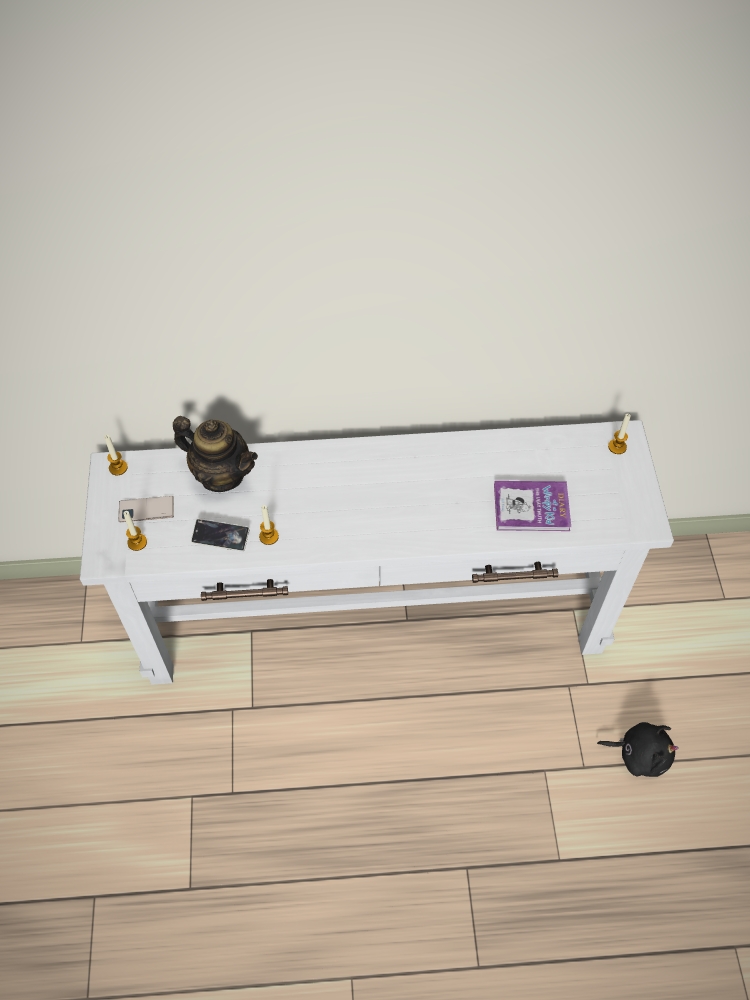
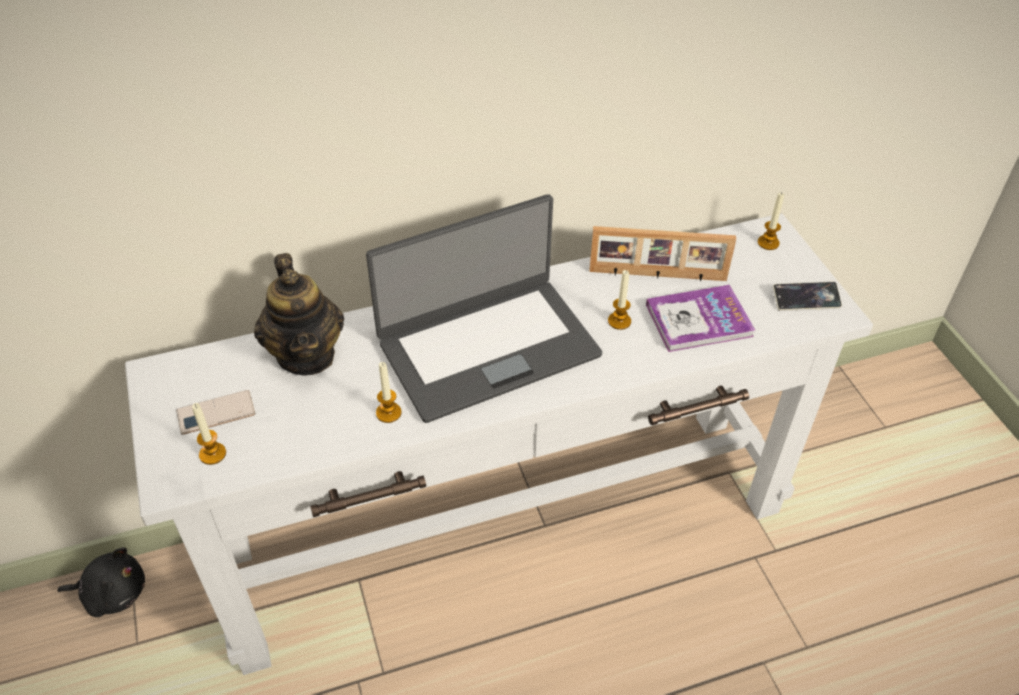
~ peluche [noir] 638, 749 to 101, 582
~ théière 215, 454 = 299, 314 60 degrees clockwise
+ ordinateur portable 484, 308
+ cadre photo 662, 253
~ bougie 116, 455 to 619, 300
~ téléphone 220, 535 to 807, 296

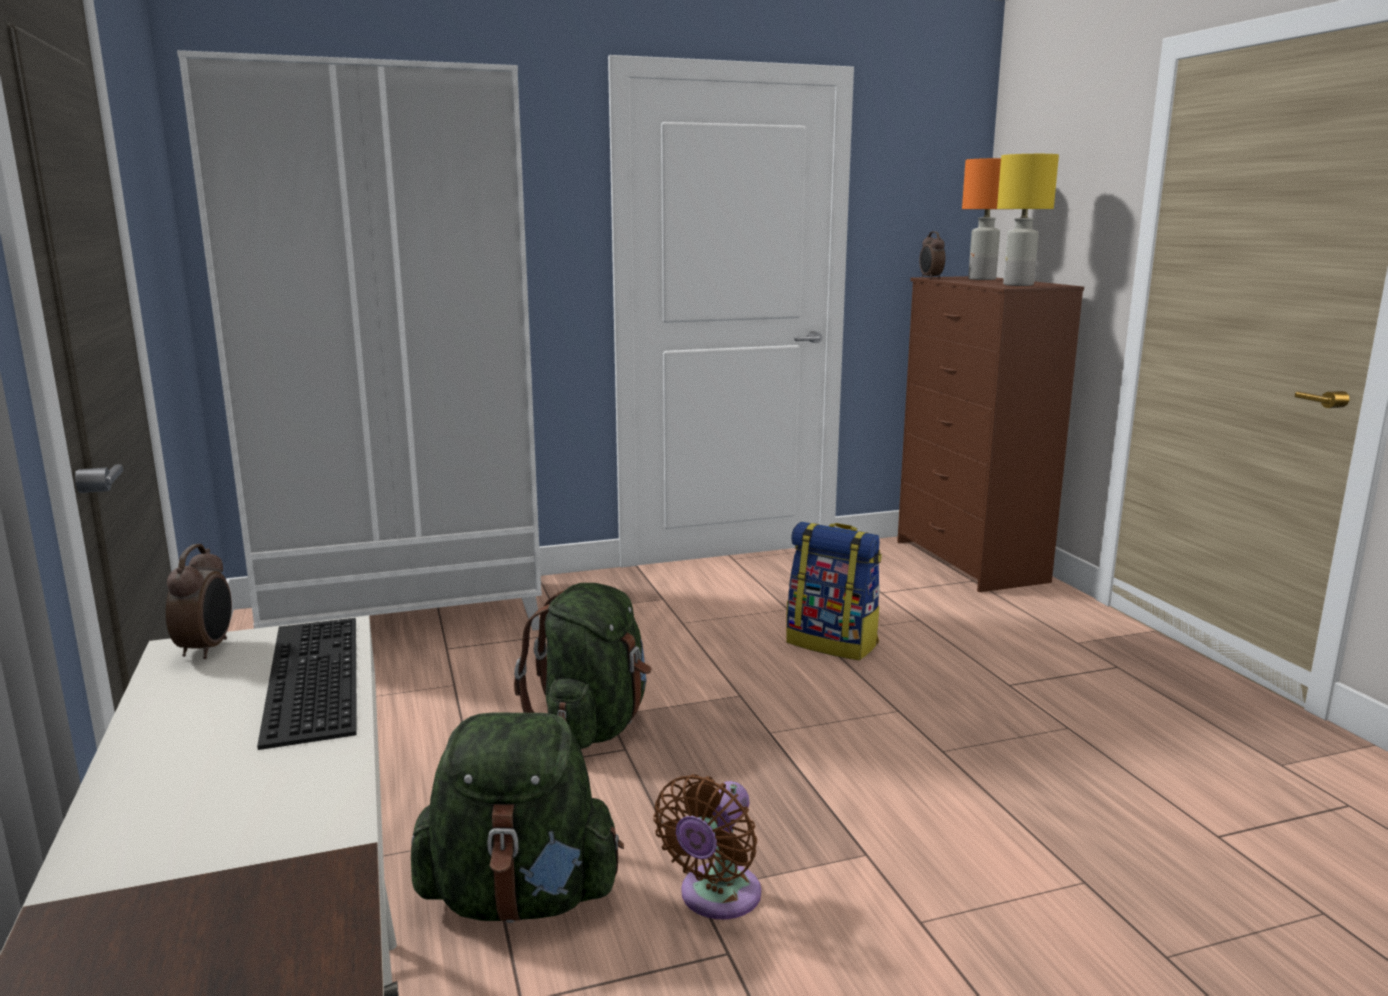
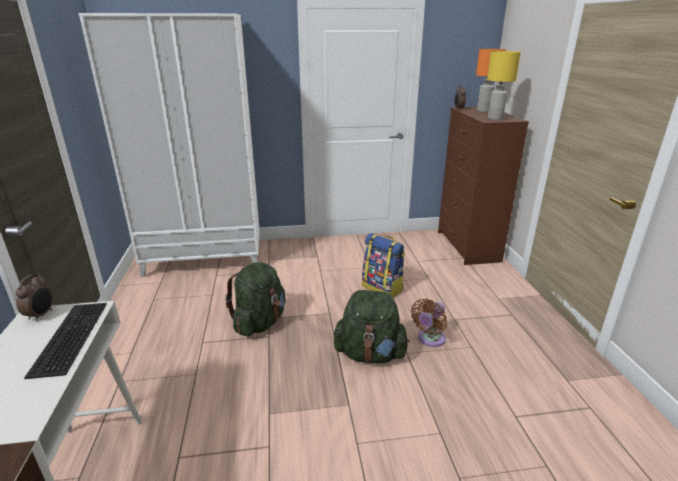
~ sac à dos [vert] 517, 818 to 372, 327
~ ventilateur [marron] 707, 846 to 429, 323

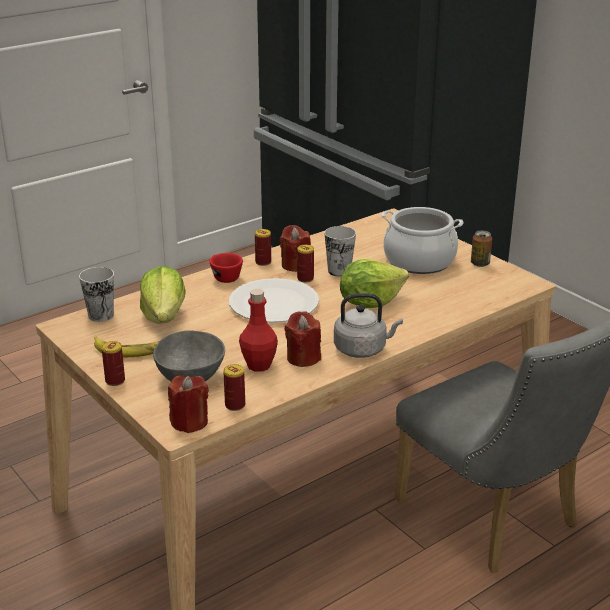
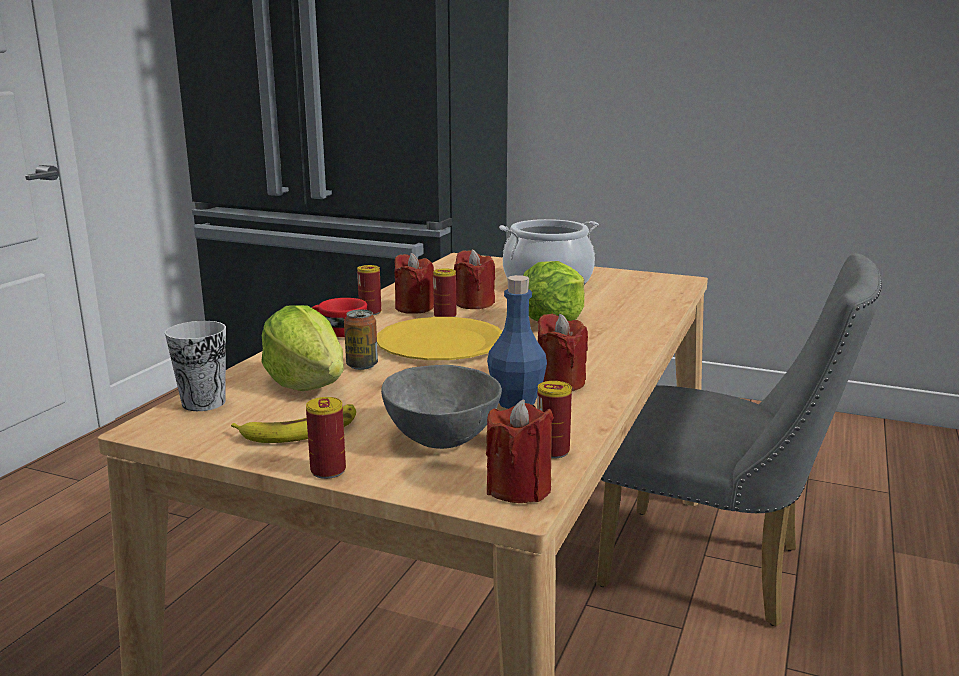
~ boîte métallique 481, 248 to 361, 340
~ assiette [blanc] 274, 300 to assiette [jaune] 439, 338
~ tasse 340, 251 to bougie [rouge] 474, 279
~ bouteille [rouge] 258, 330 to bouteille [bleu] 517, 342
- bouilloire [gris] 368, 325

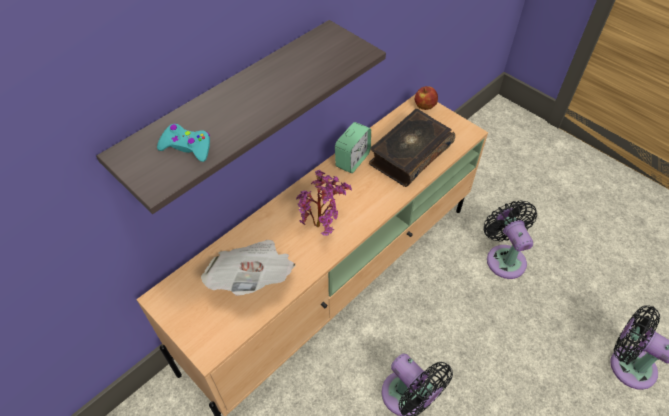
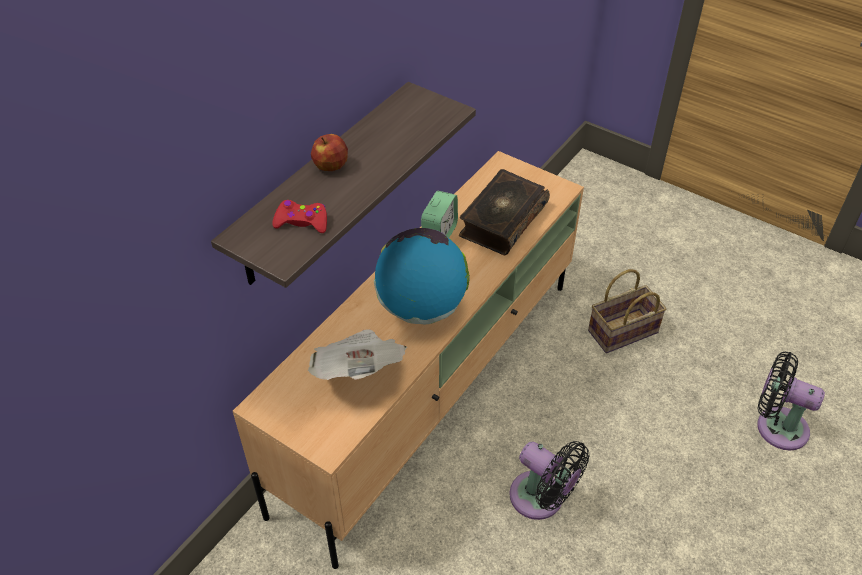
~ manette [turquoise] 183, 143 to manette [rouge] 299, 216
~ pomme 426, 98 to 329, 152
~ plante en pot 324, 203 to globe 422, 276
~ ventilateur [noir] 510, 239 to panier 627, 311

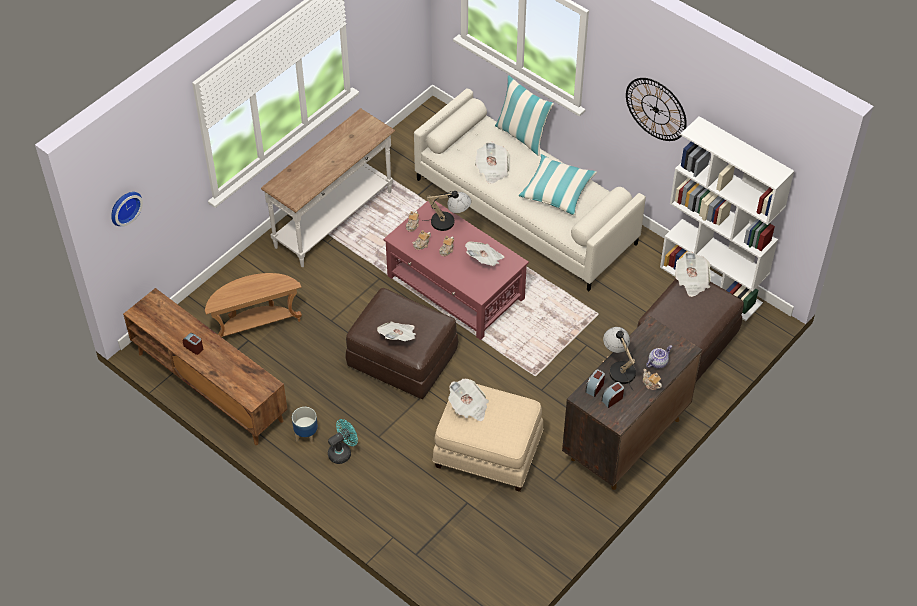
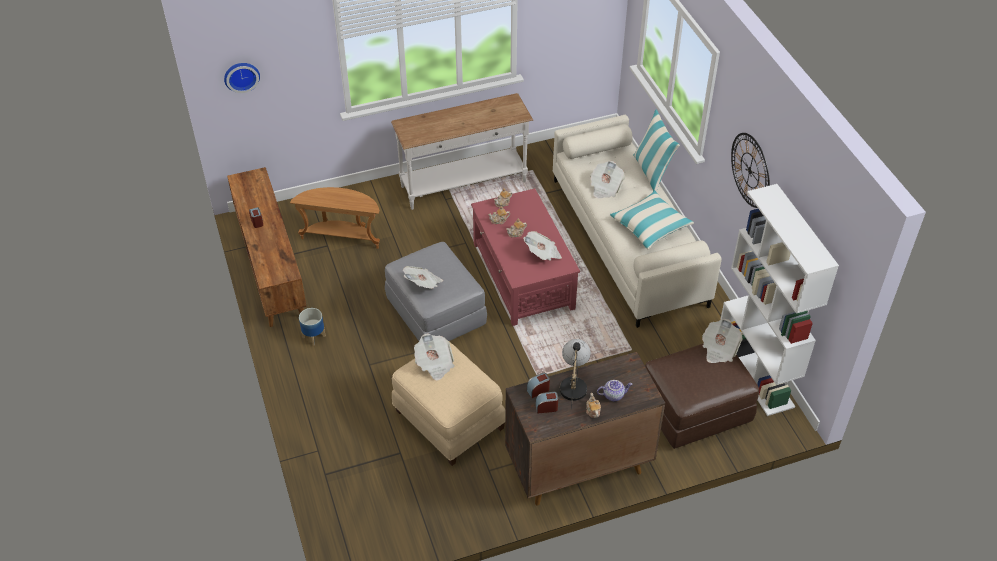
~ pouf [marron] 402, 343 to pouf [gris] 436, 291
- ventilateur [turquoise] 343, 441
- lampe de table 446, 211

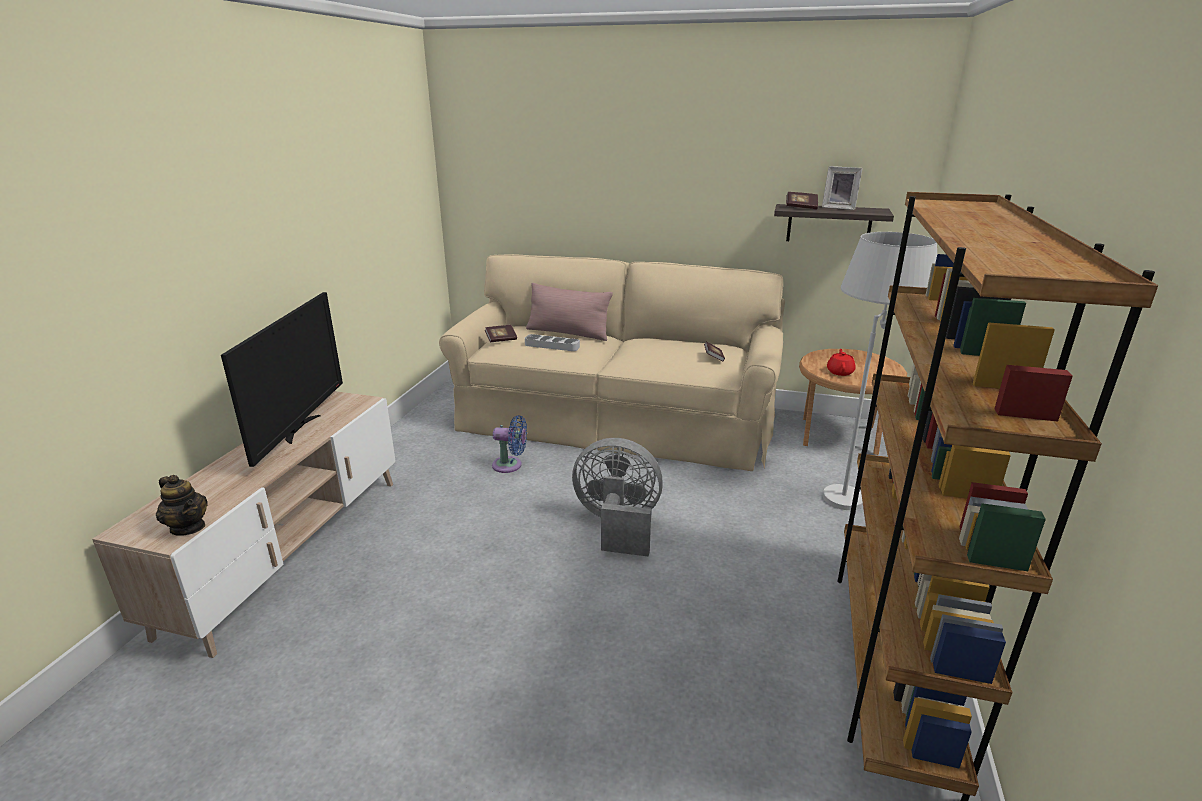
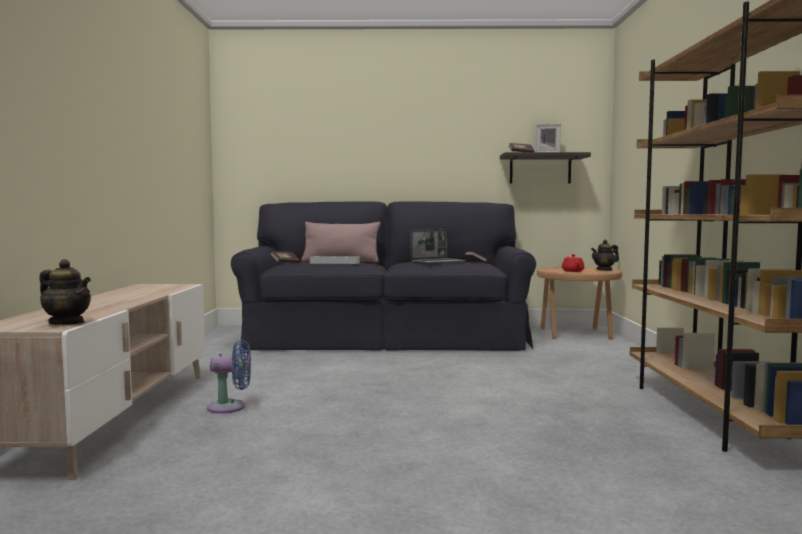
~ ventilateur [bleu] 509, 444 to 229, 377
~ canapé [beige] 612, 362 to canapé [noir] 383, 276
+ ordinateur portable 438, 246
+ théière 605, 255
- téléviseur 282, 379
- ventilateur [gris] 617, 497
- lampadaire [blanc] 880, 371

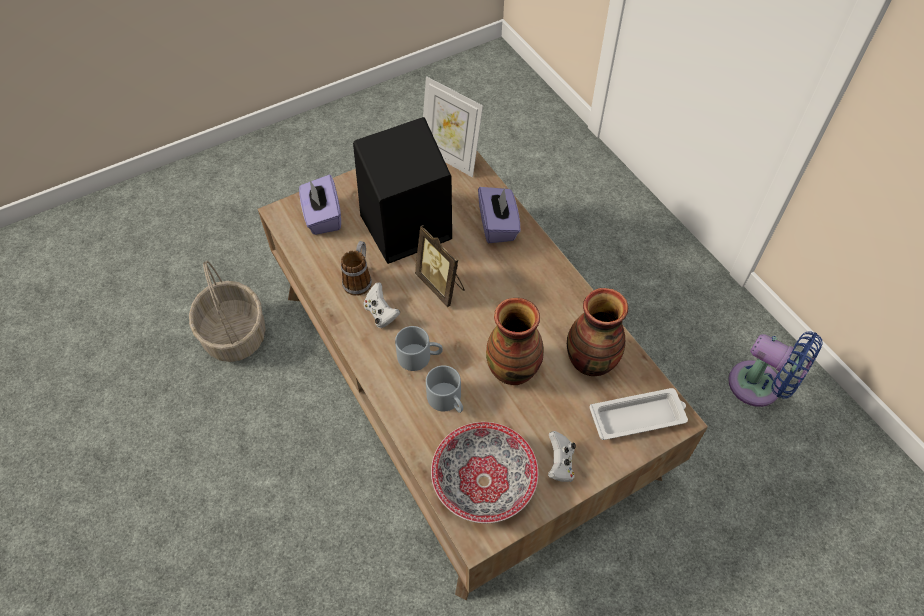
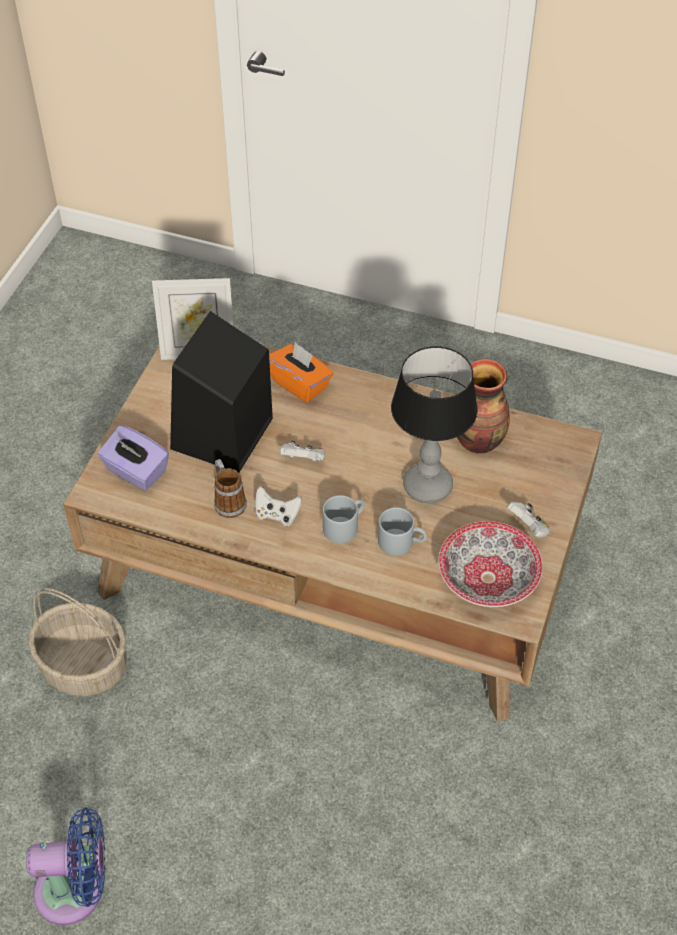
~ ventilateur [bleu] 775, 369 to 65, 866
~ boîte à mouchoirs [violet] 499, 215 to boîte à mouchoirs [orange] 301, 372
~ cadre photo 440, 266 to manette [blanc] 302, 451
~ vase 515, 341 to lampe de table 434, 424
- plateau [blanc] 639, 414

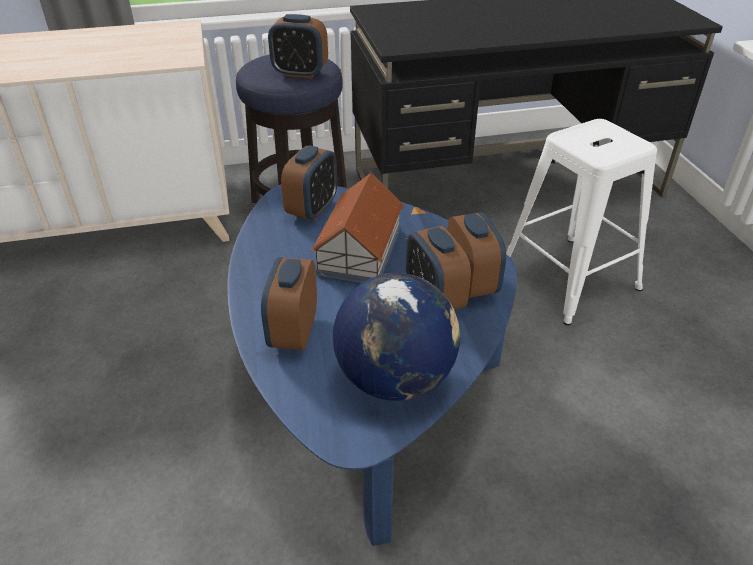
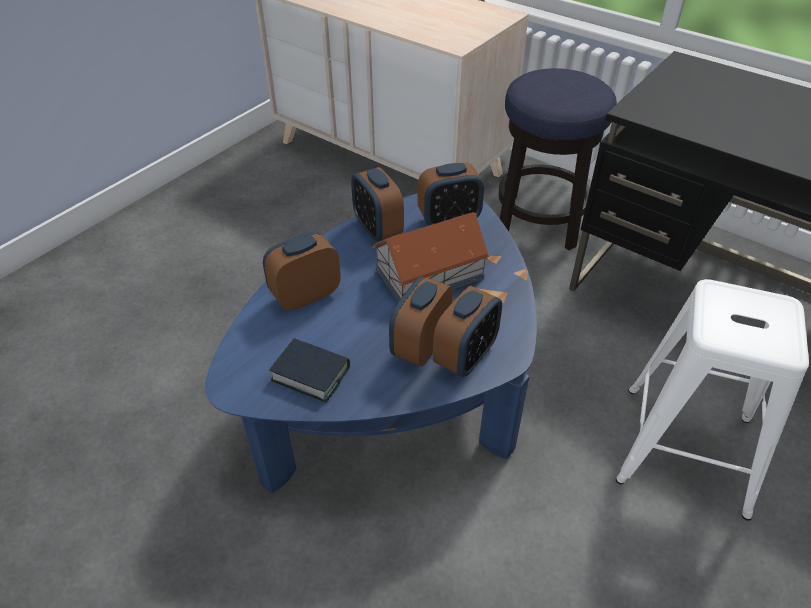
~ globe 396, 337 to livre 309, 370
~ réveil 298, 46 to 377, 204

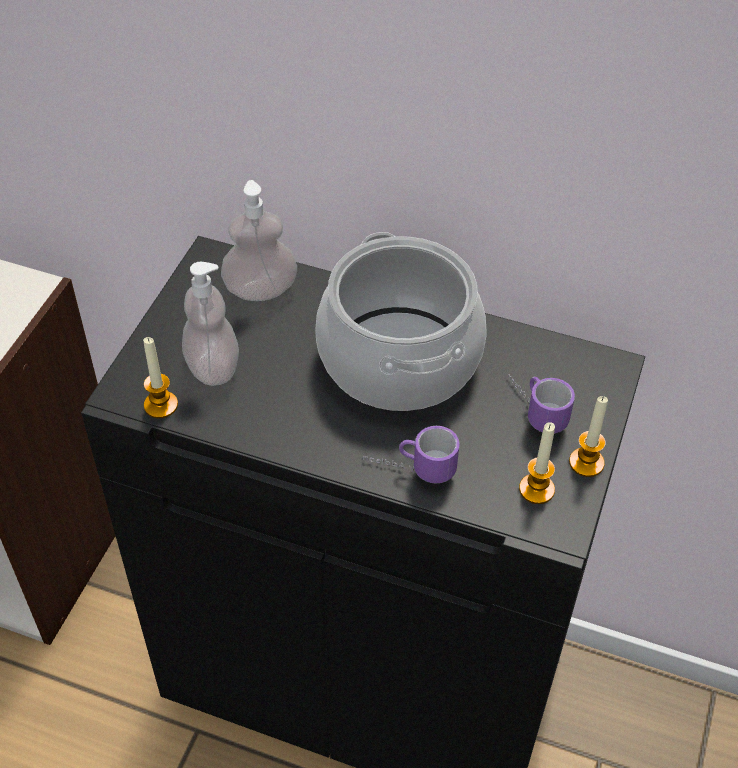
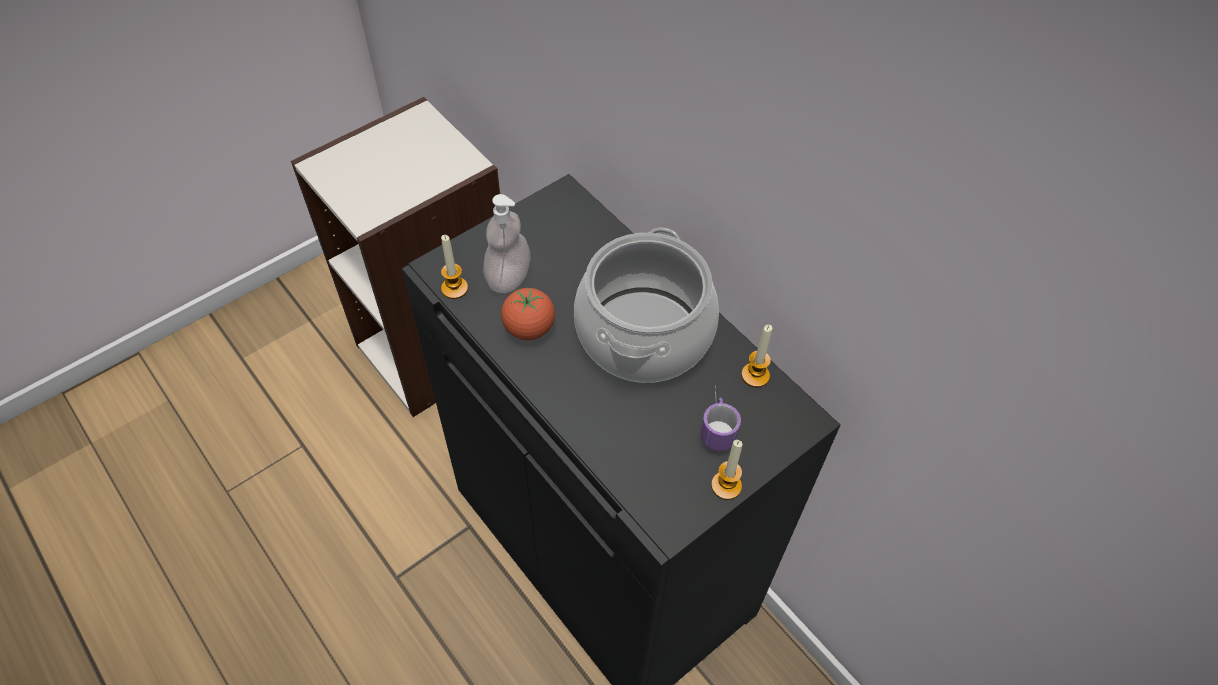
+ tomate 528, 314
~ bougie 537, 463 to 756, 356
- distributeur de savon 259, 240
- mug 411, 455

